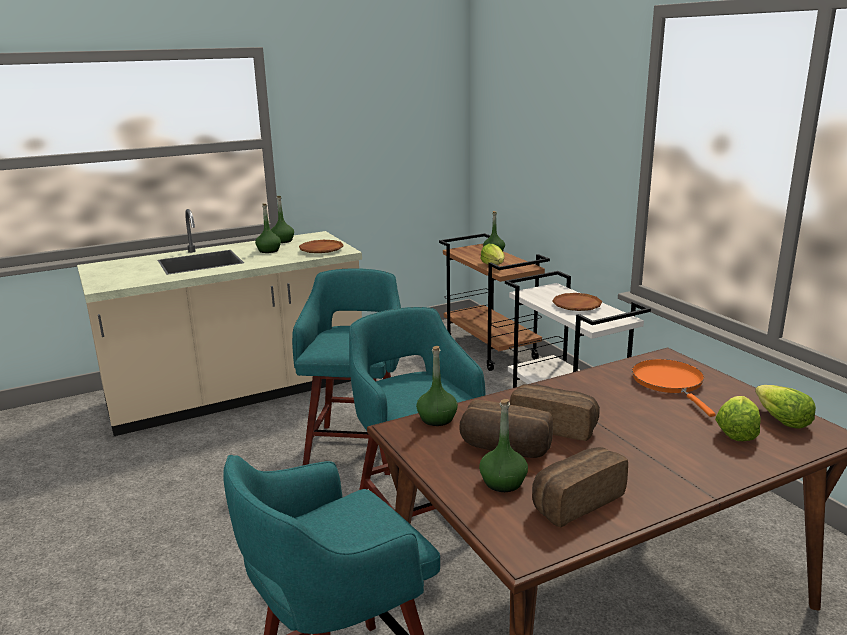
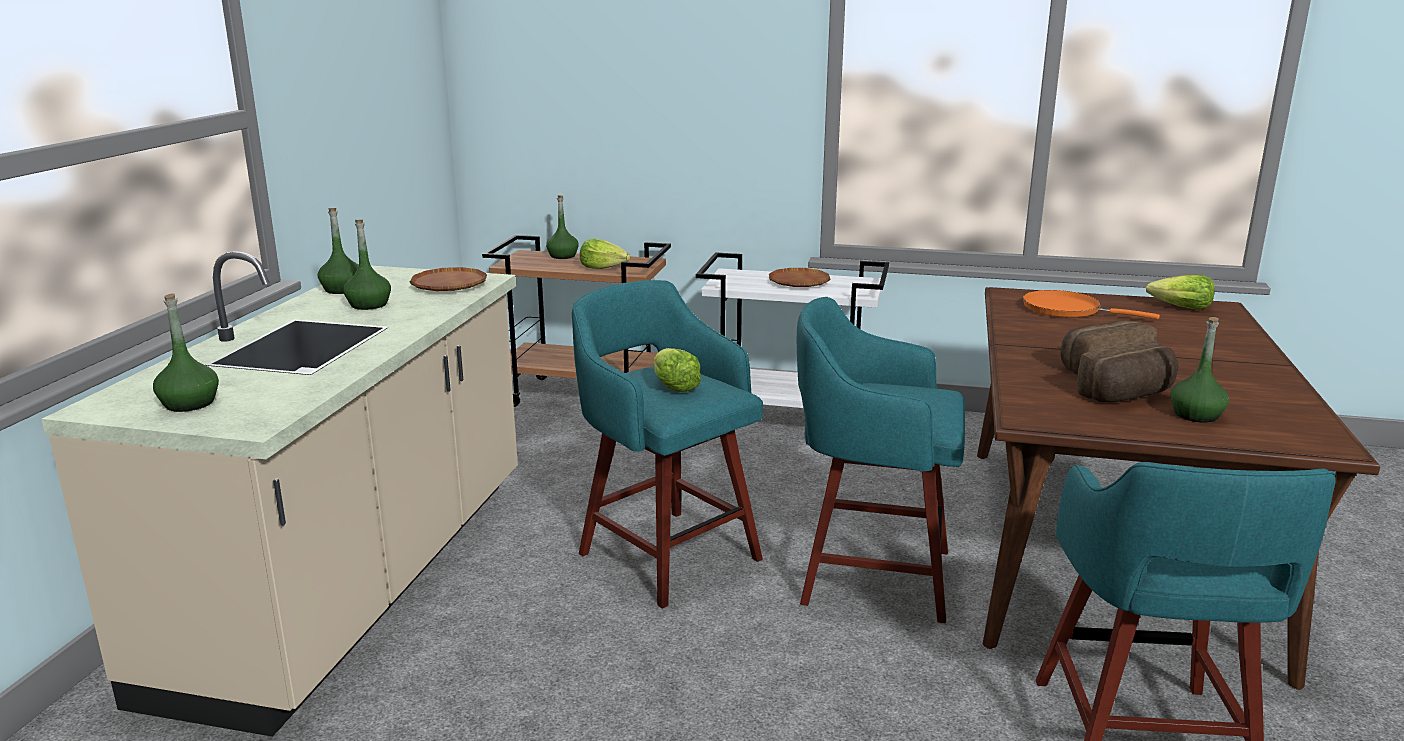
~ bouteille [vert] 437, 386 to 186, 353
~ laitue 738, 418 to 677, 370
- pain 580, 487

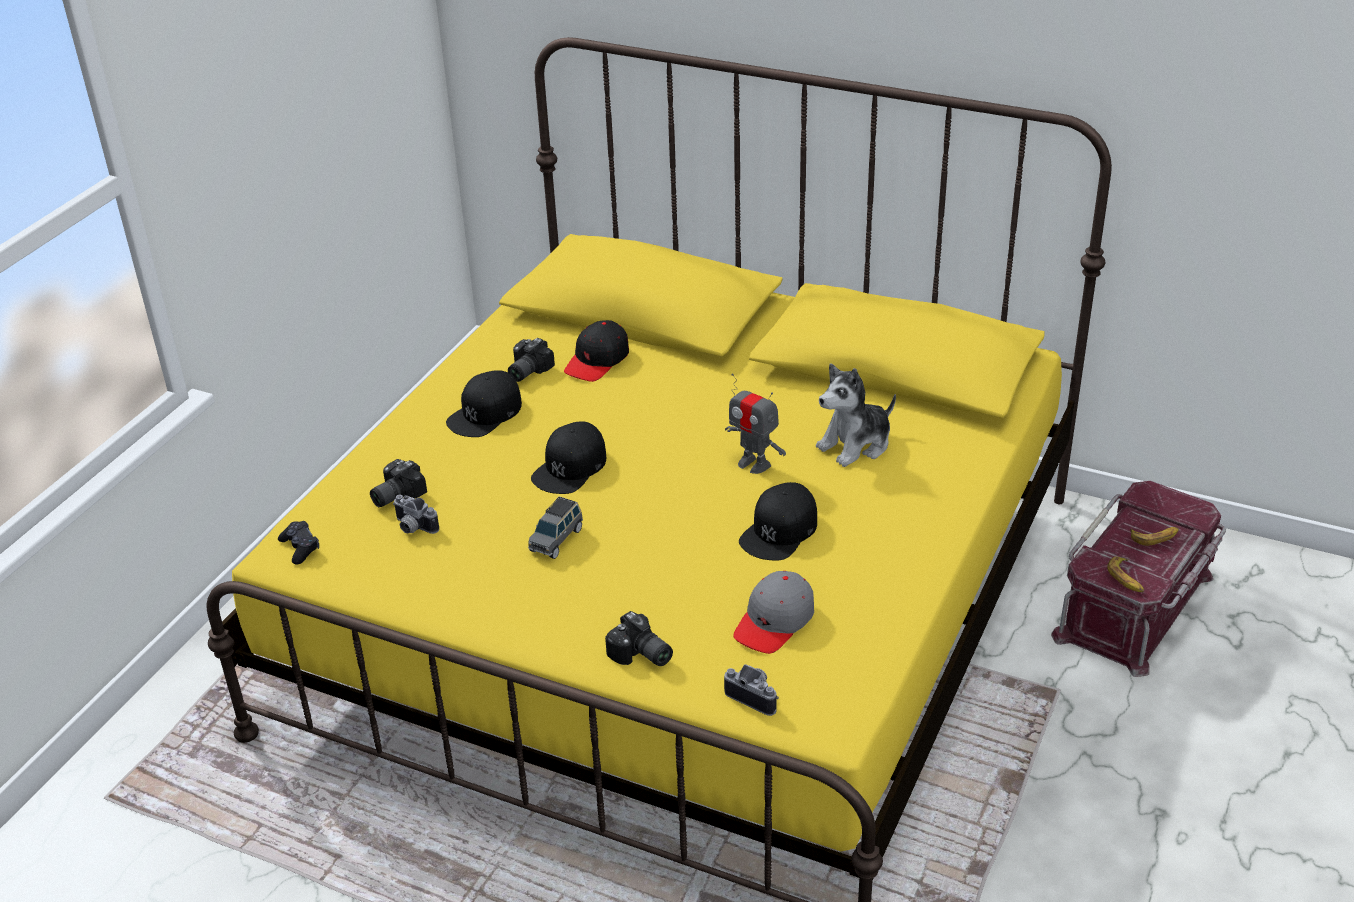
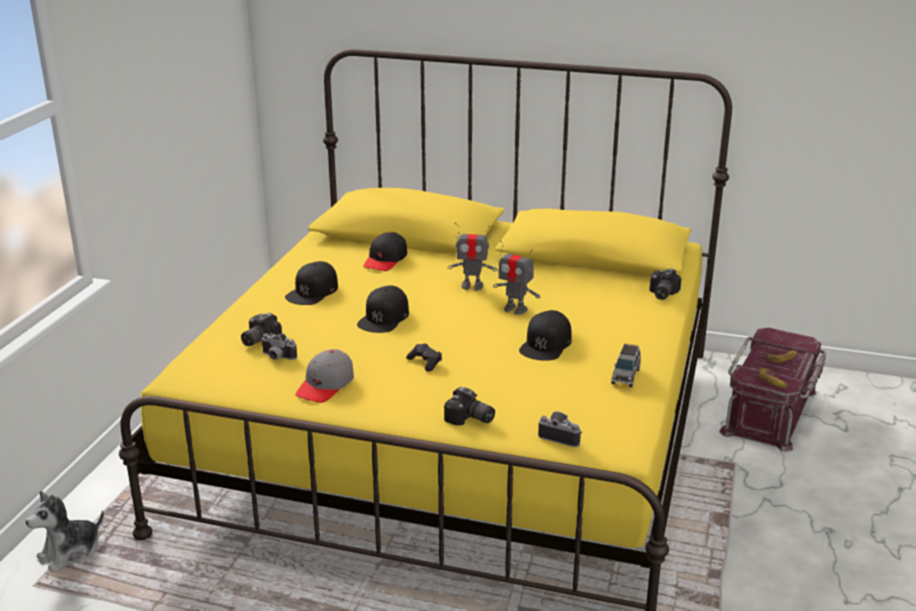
~ peluche 856, 415 to 64, 532
~ casquette [gris] 773, 612 to 325, 376
~ manette [noir] 298, 543 to 424, 357
+ robot jouet 473, 256
~ petite voiture [gris] 555, 527 to 626, 365
~ appareil photo 531, 360 to 665, 284

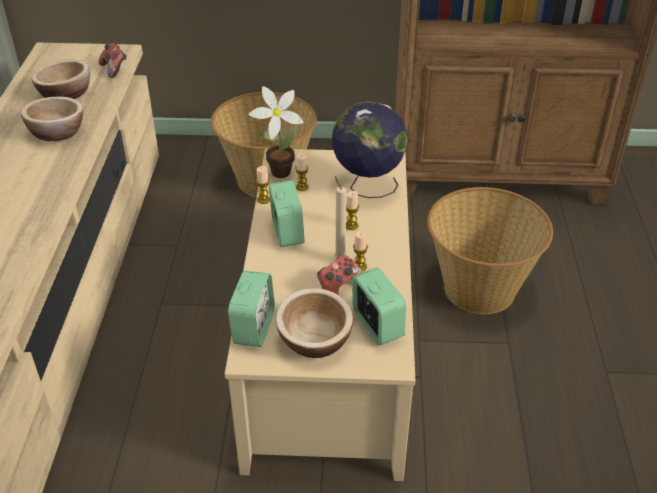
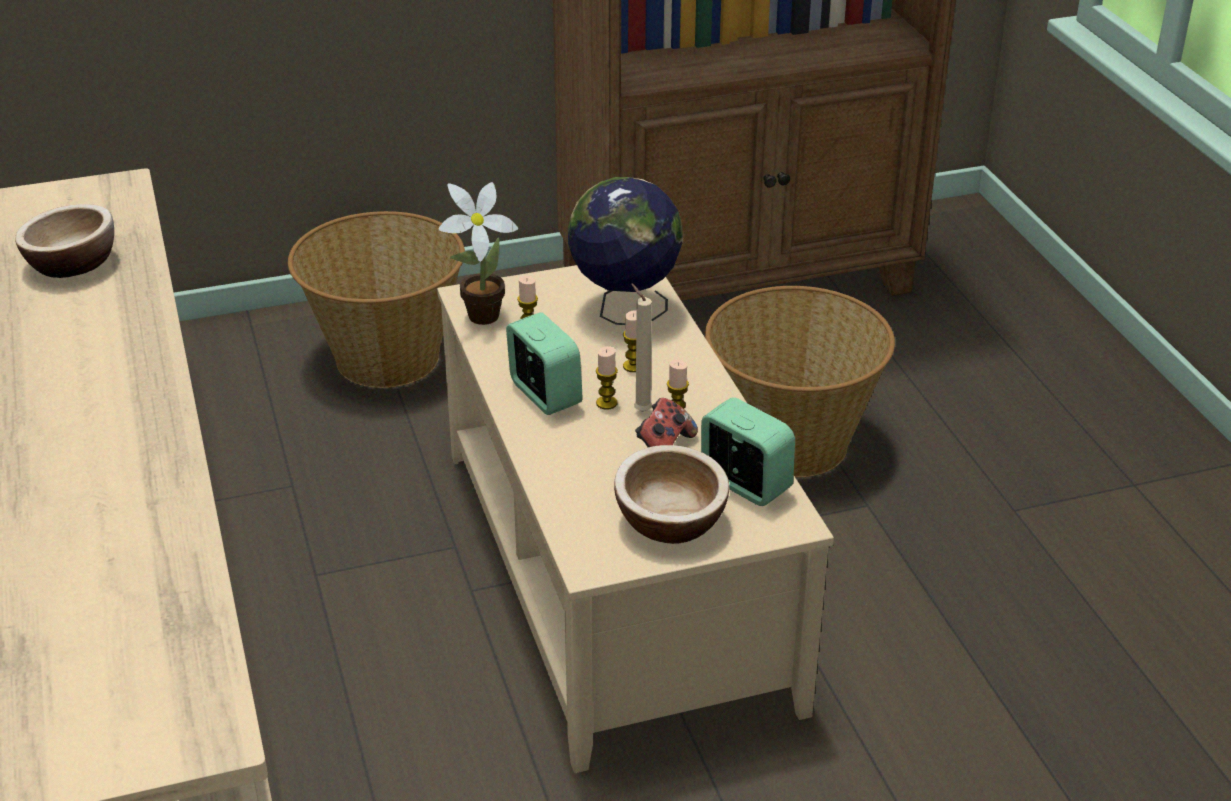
~ bougie 263, 185 to 607, 378
- bol 52, 119
- manette 112, 60
- réveil 251, 309

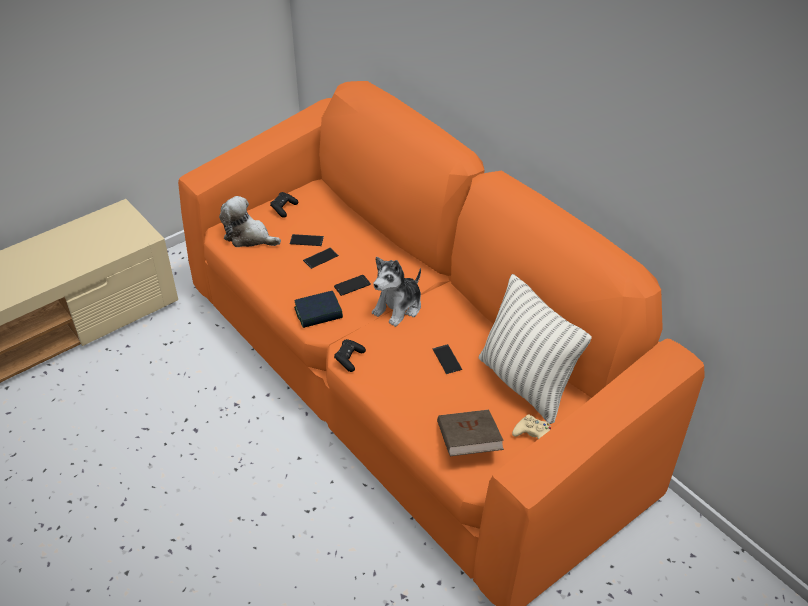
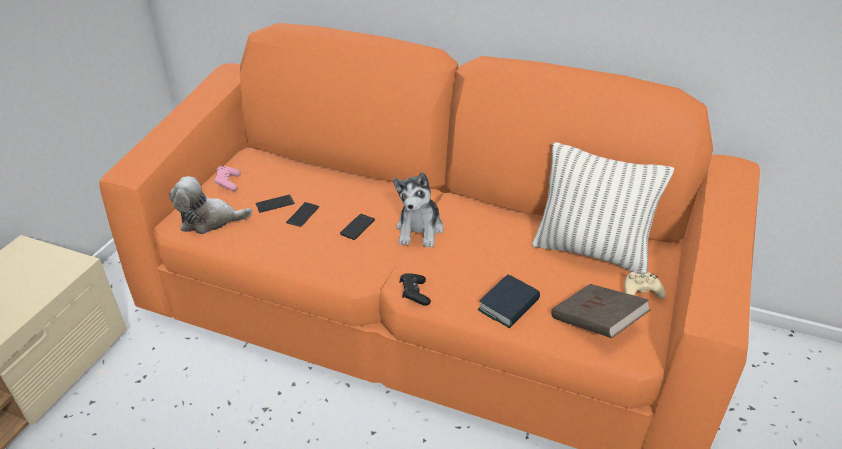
~ manette [noir] 284, 205 to manette [rose] 227, 178
~ livre 318, 309 to 509, 301
- téléphone 447, 359

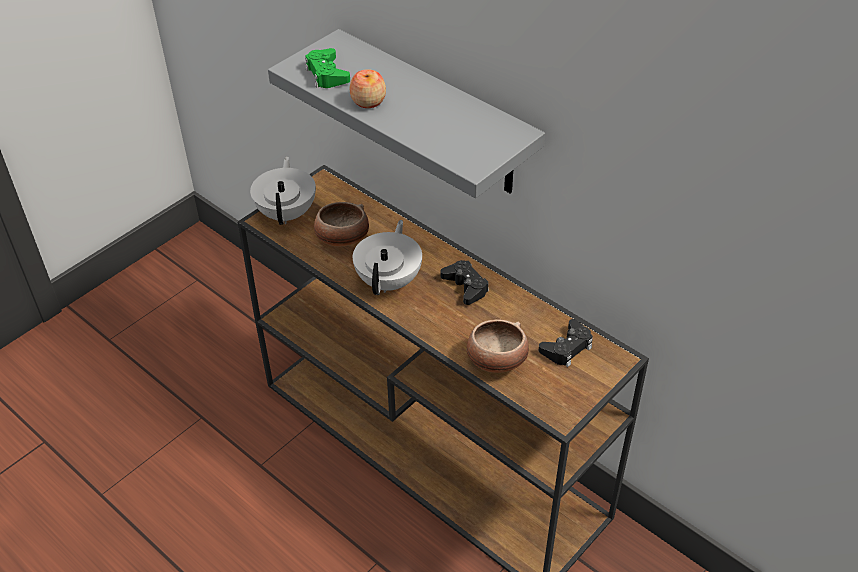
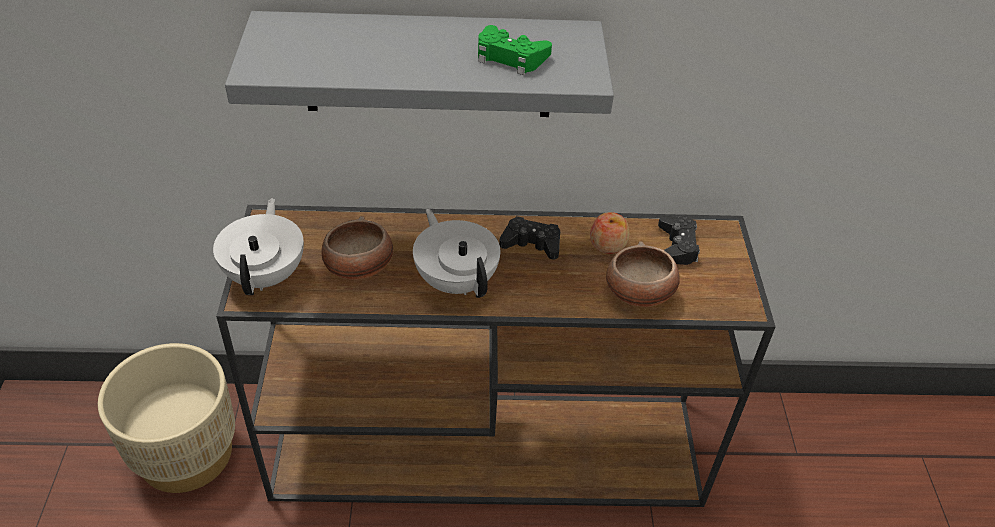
+ cache-pot [beige] 166, 418
~ théière [blanc] 283, 190 = 258, 246 45 degrees clockwise
~ manette [vert] 327, 68 to 515, 50
~ pomme 368, 88 to 610, 233

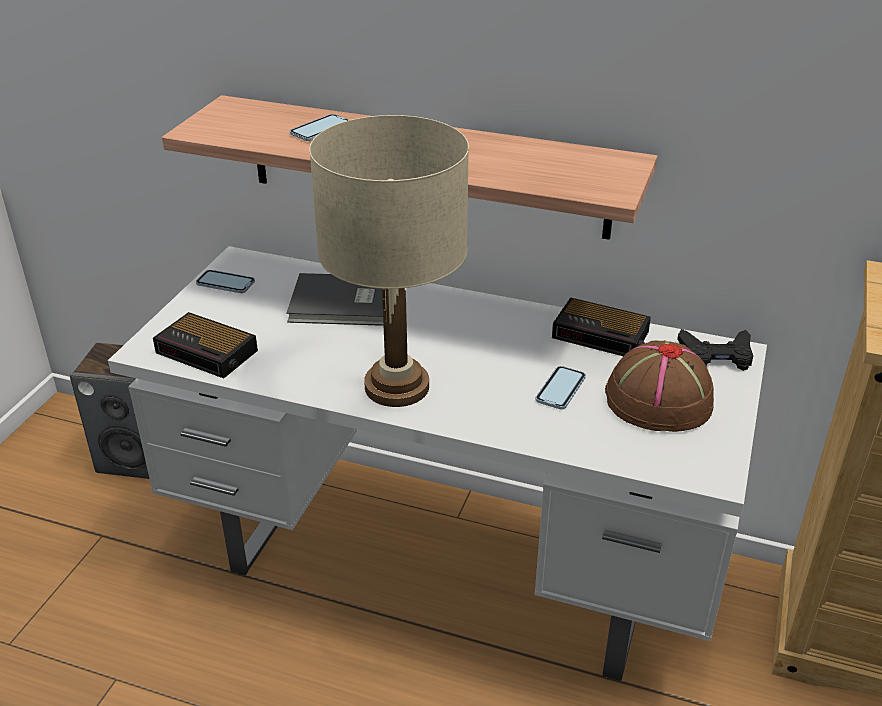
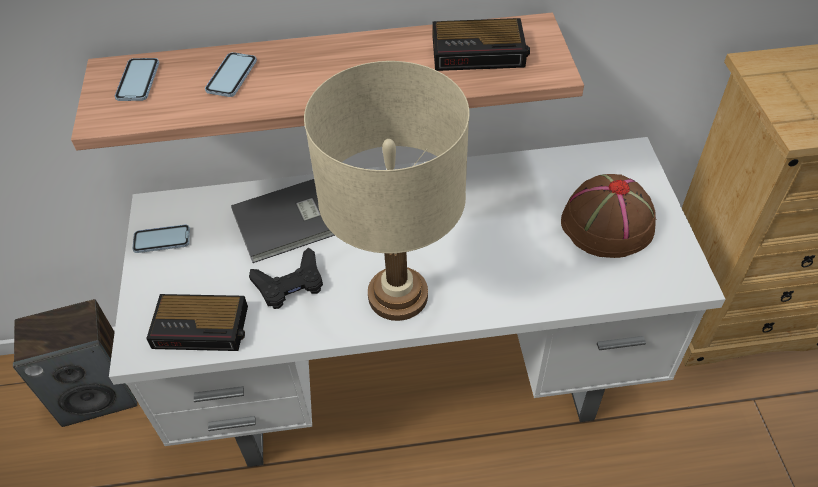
~ téléphone 560, 388 to 137, 79
~ manette [noir] 715, 350 to 286, 278
~ réveil 601, 326 to 481, 44

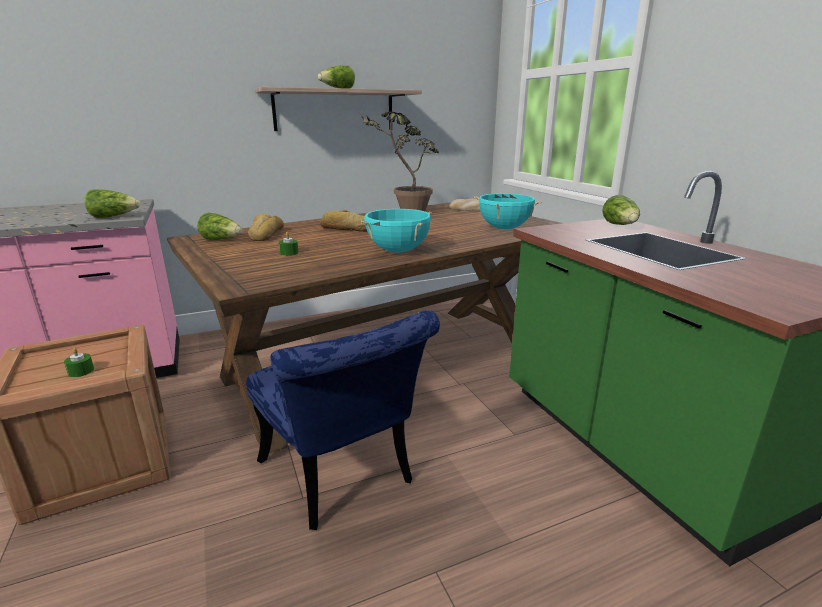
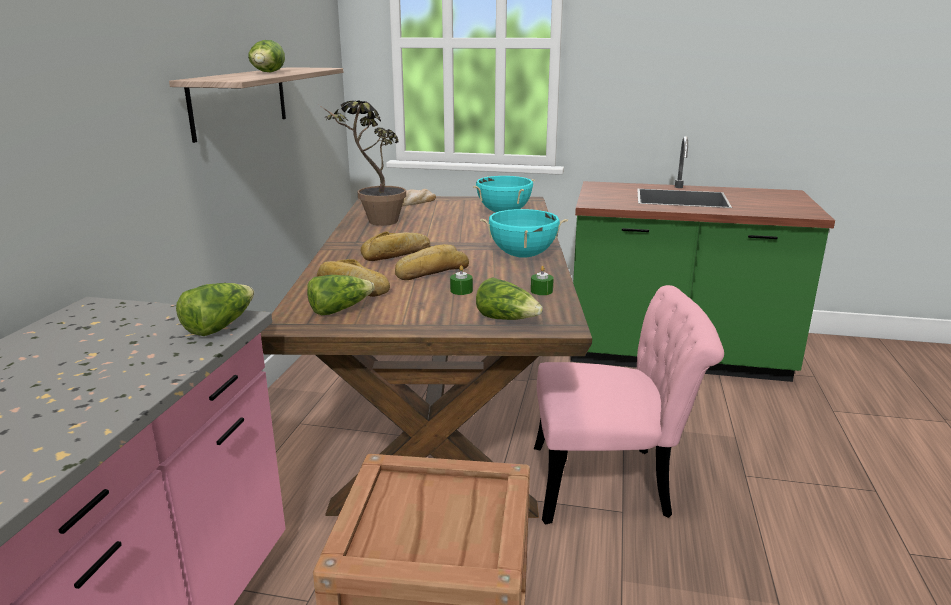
+ pain 432, 262
~ laitue 621, 210 to 509, 298
~ bougie [vert] 79, 362 to 542, 280
~ chaise [bleu] 343, 420 to chaise [rose] 629, 405

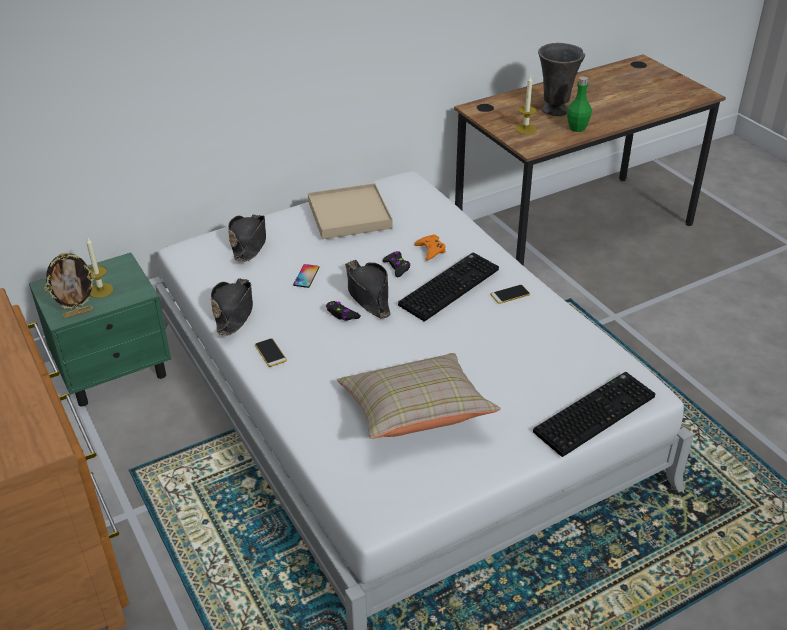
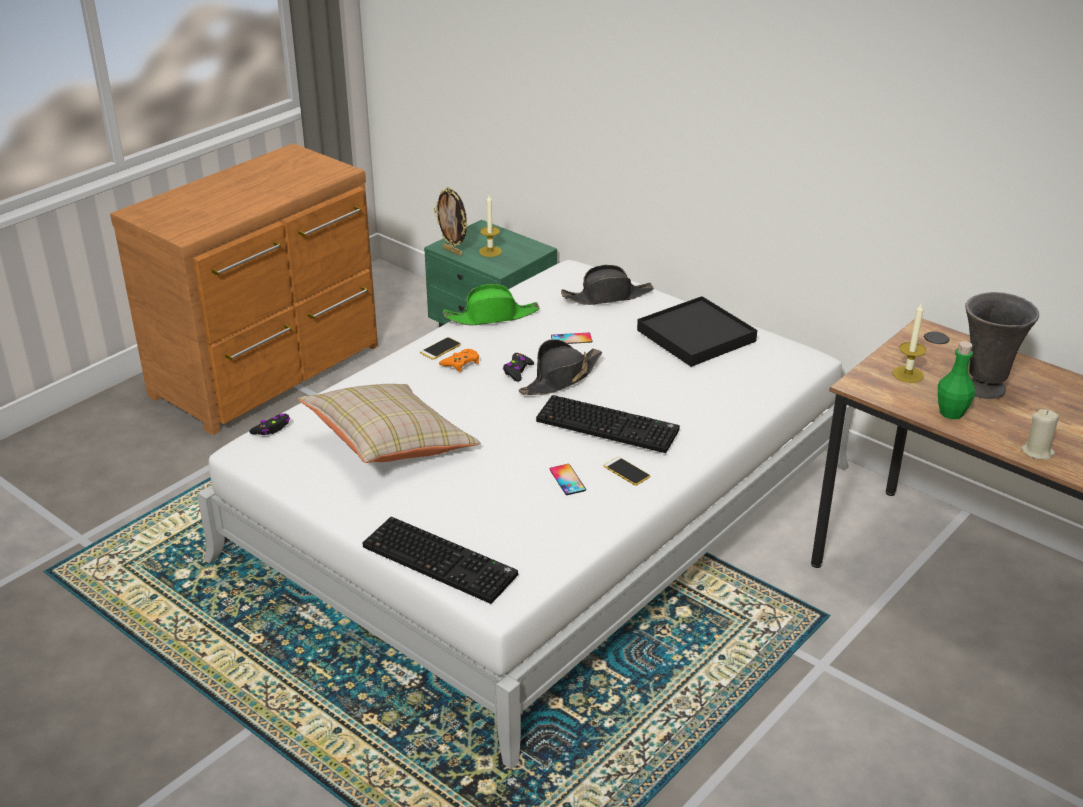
~ manette [noir] 396, 264 to 269, 424
~ manette [orange] 430, 247 to 459, 360
~ chapeau [noir] 232, 307 to chapeau [vert] 491, 305
+ téléphone 568, 479
~ plateau [beige] 350, 211 to plateau [noir] 697, 331
+ bougie [beige] 1040, 434

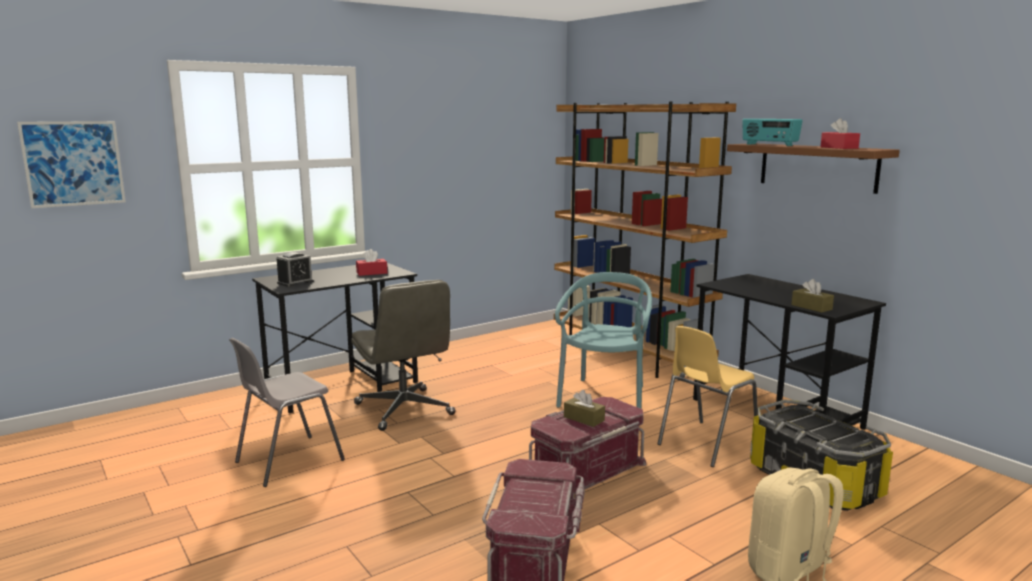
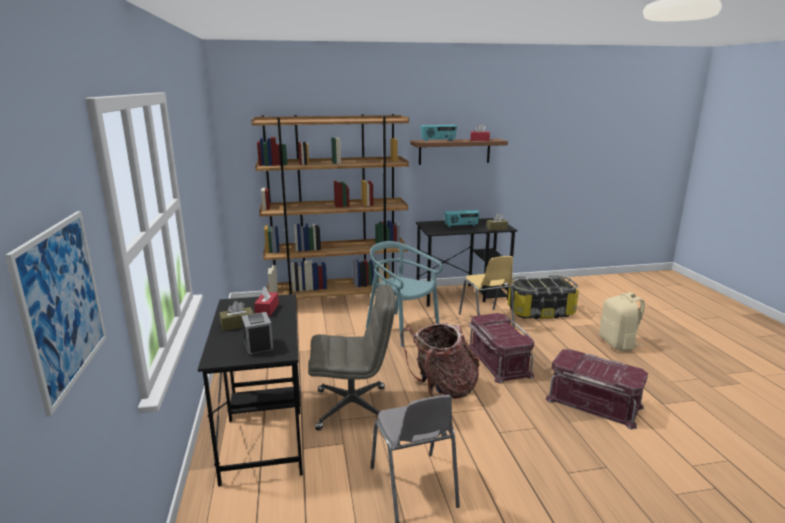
~ boîte à mouchoirs [marron] 584, 408 to 236, 316
+ sac à dos 440, 360
+ radio 462, 219

